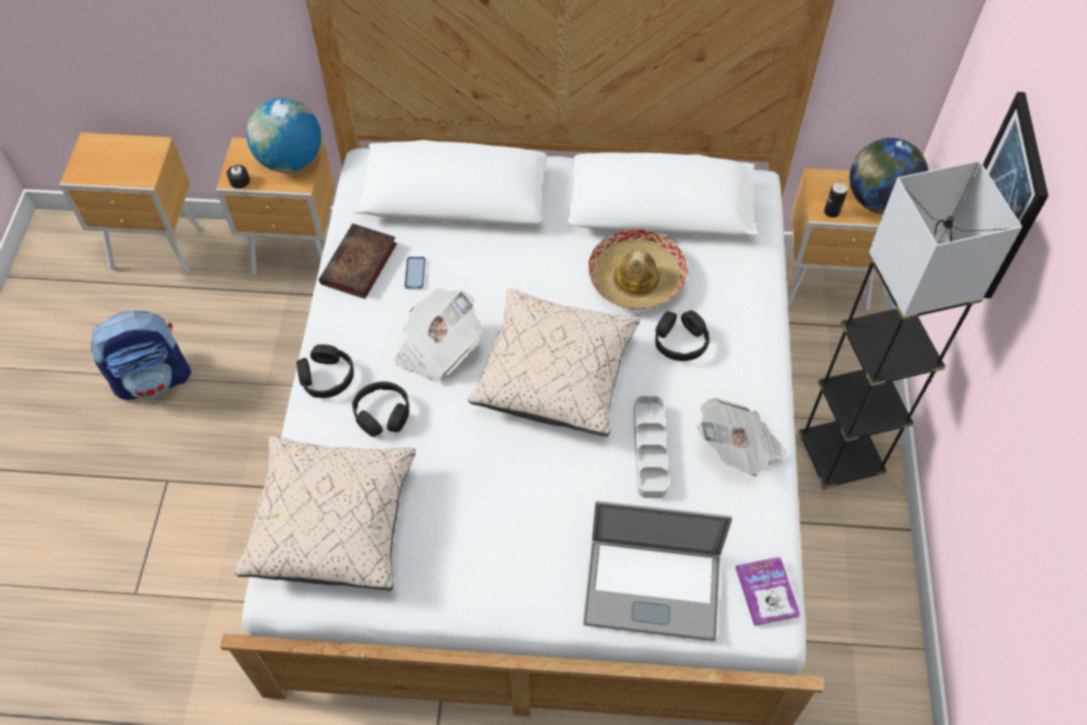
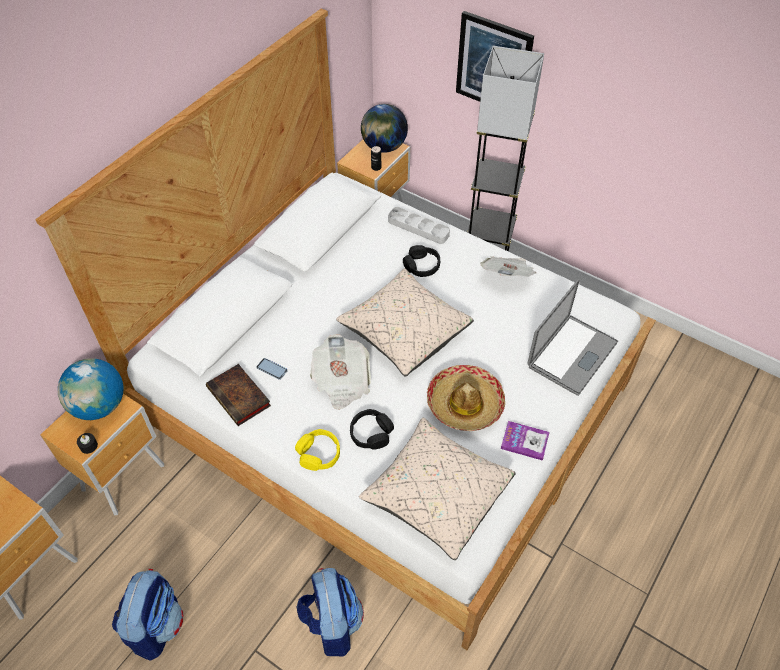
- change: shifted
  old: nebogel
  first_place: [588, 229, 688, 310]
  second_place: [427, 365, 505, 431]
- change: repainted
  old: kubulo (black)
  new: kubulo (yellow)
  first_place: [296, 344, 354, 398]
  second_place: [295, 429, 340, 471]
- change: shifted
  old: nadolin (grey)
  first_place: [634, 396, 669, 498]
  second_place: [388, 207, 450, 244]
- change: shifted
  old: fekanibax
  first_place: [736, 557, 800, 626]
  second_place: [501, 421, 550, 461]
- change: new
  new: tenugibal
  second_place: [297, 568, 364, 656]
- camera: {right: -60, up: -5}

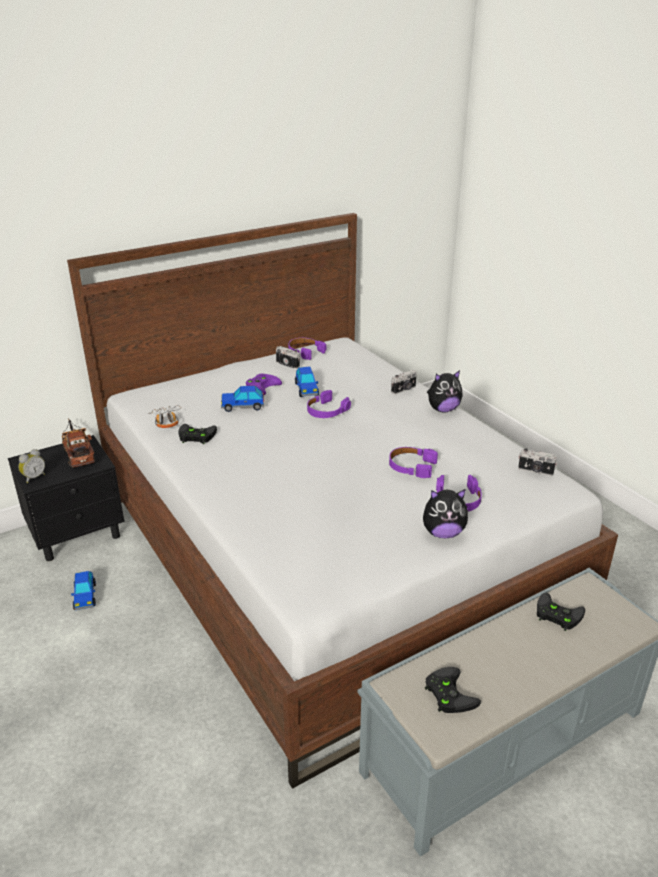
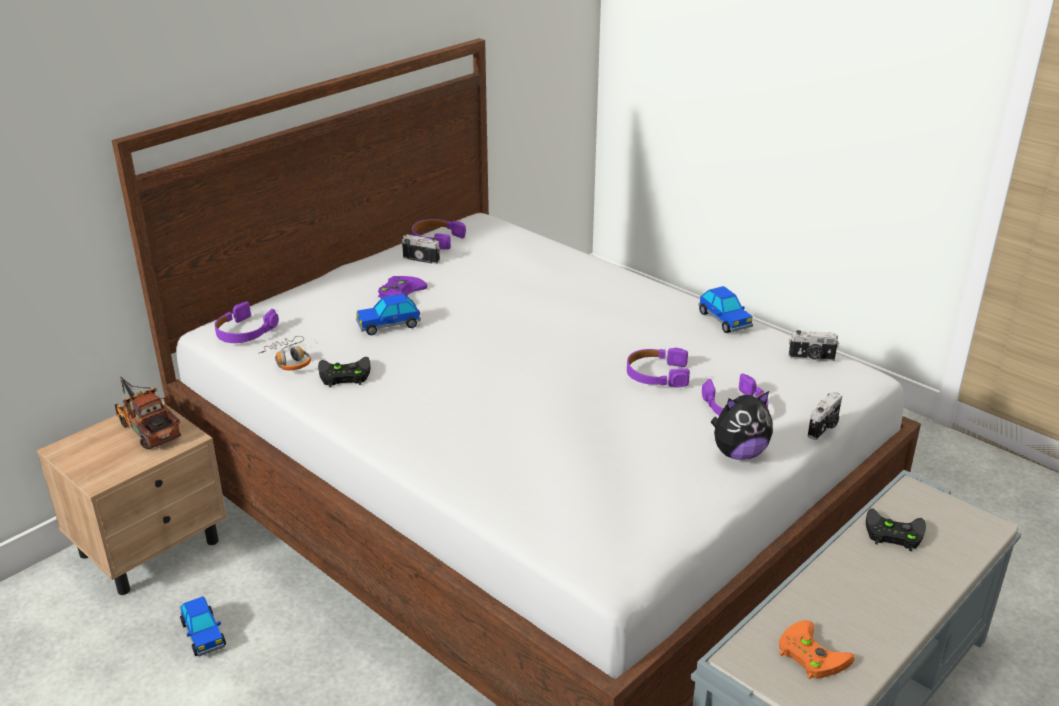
- change: shifted
  old: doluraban
  first_place: [295, 367, 319, 397]
  second_place: [699, 286, 753, 333]
- change: shifted
  old: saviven
  first_place: [391, 370, 417, 394]
  second_place: [808, 392, 843, 440]
- change: gone
  old: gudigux
  first_place: [427, 370, 463, 413]
- change: shifted
  old: kubulo (purple)
  first_place: [307, 390, 351, 418]
  second_place: [215, 301, 279, 343]
- change: repainted
  old: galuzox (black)
  new: galuzox (beige)
  first_place: [8, 435, 125, 561]
  second_place: [37, 401, 227, 595]
- change: gone
  old: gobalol
  first_place: [19, 449, 45, 483]
- change: repainted
  old: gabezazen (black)
  new: gabezazen (orange)
  first_place: [425, 667, 481, 713]
  second_place: [779, 620, 855, 679]
- camera: {right: -15, up: 0}

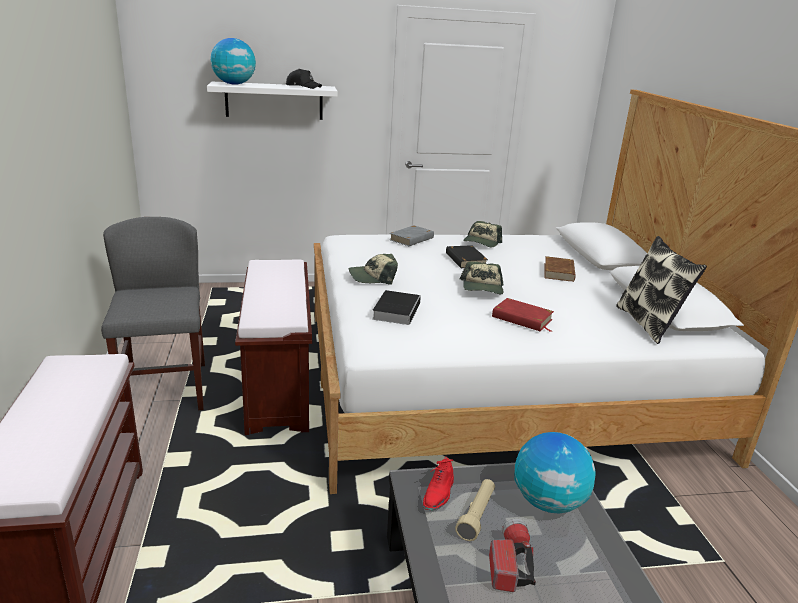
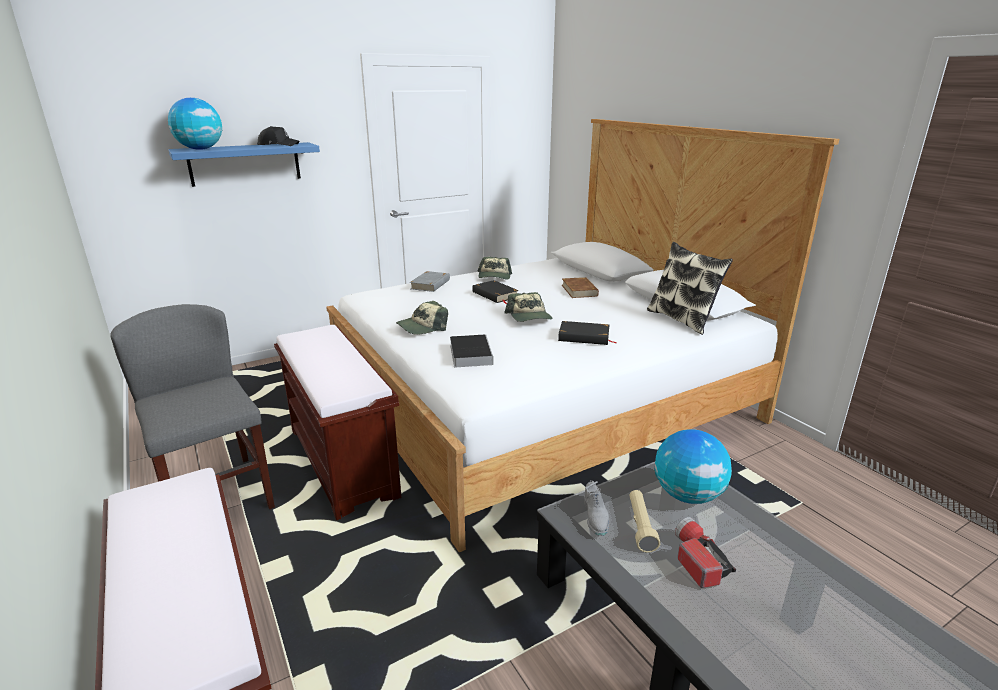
- change: repainted
  old: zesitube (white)
  new: zesitube (blue)
  first_place: [207, 82, 337, 120]
  second_place: [168, 142, 320, 187]
- change: repainted
  old: fekanibax (red)
  new: fekanibax (black)
  first_place: [492, 298, 554, 332]
  second_place: [558, 321, 617, 345]
- change: repainted
  old: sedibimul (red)
  new: sedibimul (grey)
  first_place: [423, 457, 454, 511]
  second_place: [584, 480, 610, 536]
- camera: {right: -20, up: 0}

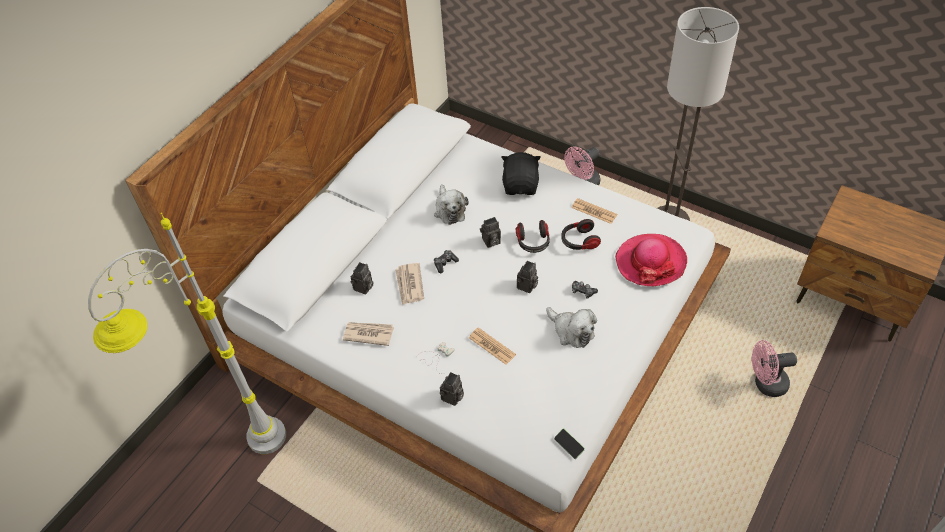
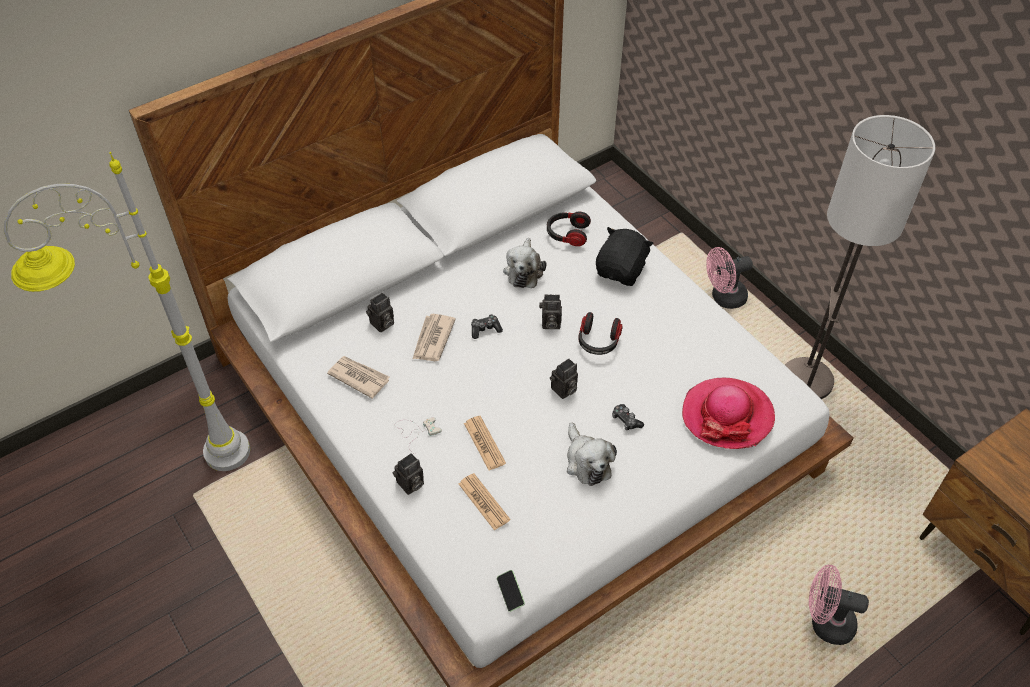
- change: shifted
  old: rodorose
  first_place: [572, 198, 617, 224]
  second_place: [459, 473, 511, 530]
- change: shifted
  old: kubulo
  first_place: [561, 219, 601, 250]
  second_place: [547, 212, 591, 246]
- camera: {right: 20, up: 0}

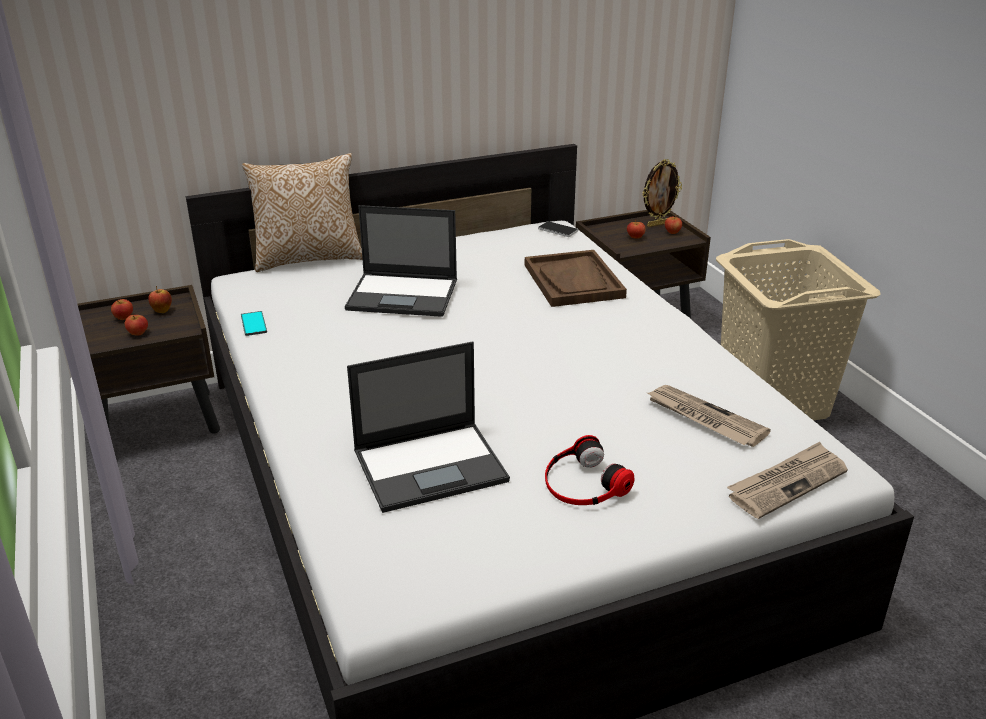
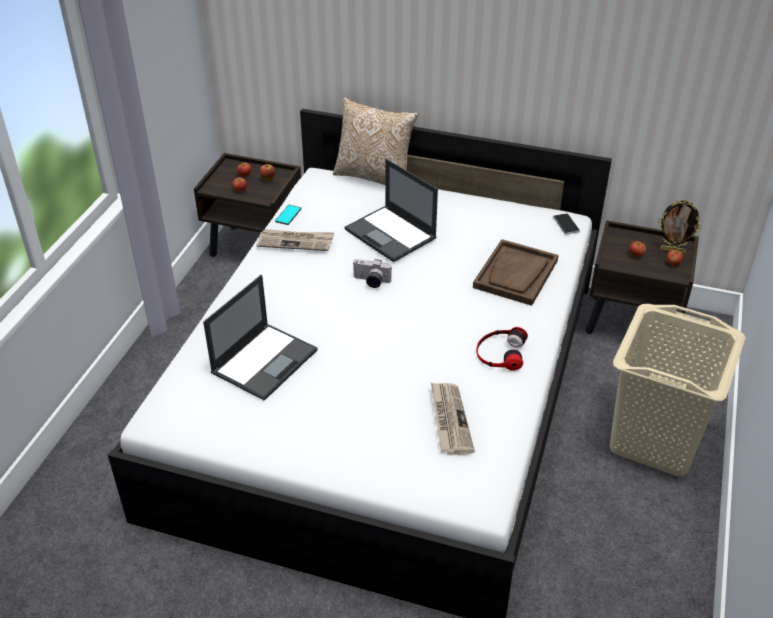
- change: rotated
  old: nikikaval
  first_place: [347, 342, 510, 513]
  second_place: [203, 275, 317, 401]
  degrees: -75
- change: shifted
  old: kubulo
  first_place: [545, 435, 634, 505]
  second_place: [476, 327, 528, 371]
- change: shifted
  old: rodorose
  first_place: [727, 442, 848, 519]
  second_place: [257, 229, 334, 251]
- change: new
  new: saviven
  second_place: [353, 259, 391, 288]
- camera: {right: 40, up: 10}

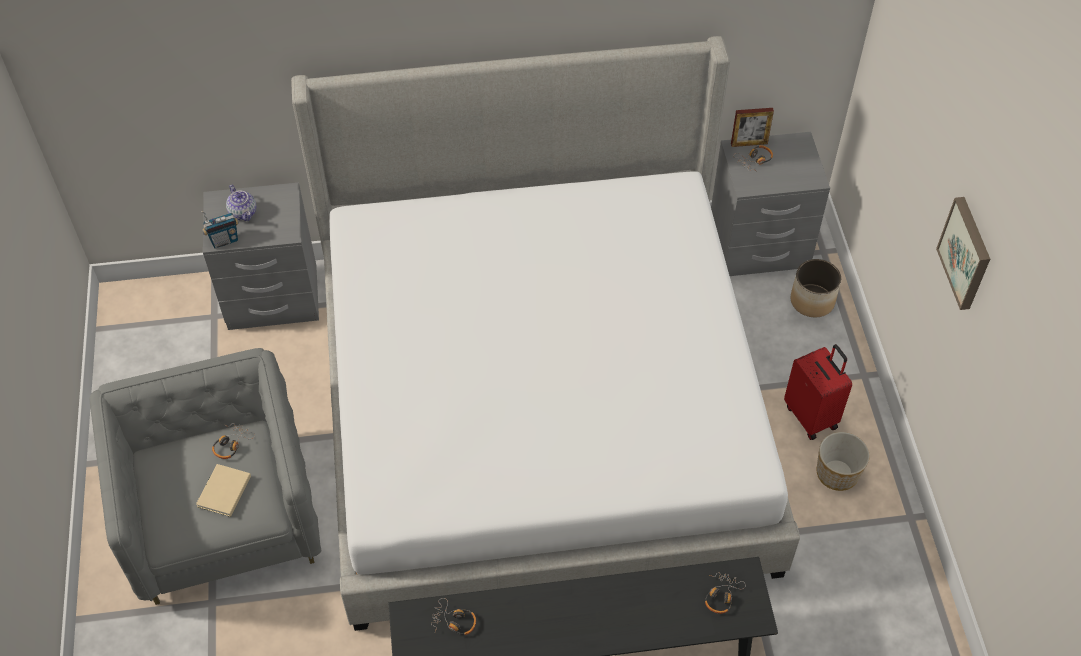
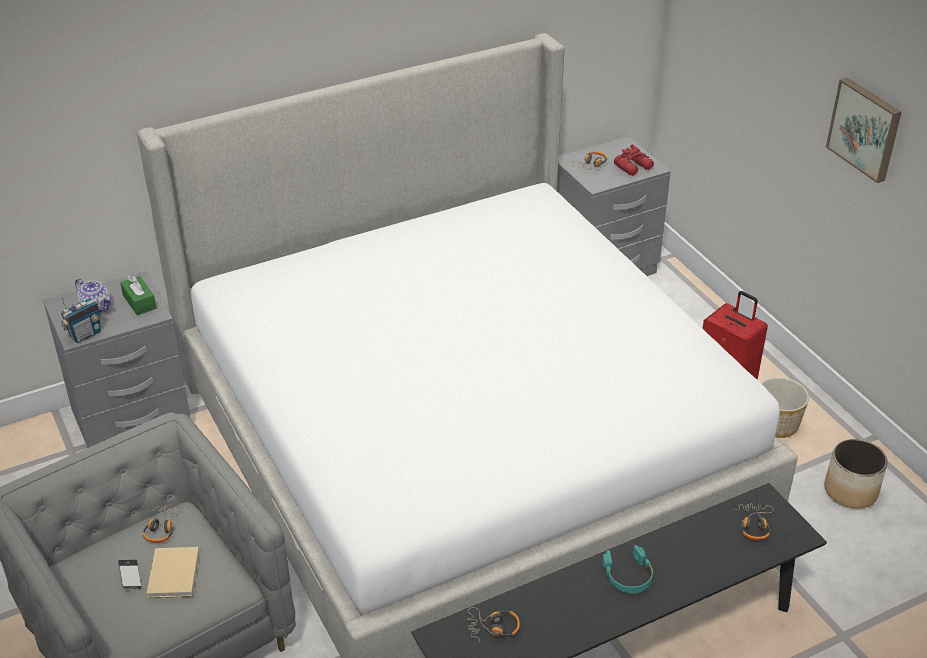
- change: gone
  old: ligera
  first_place: [731, 108, 774, 147]
- change: shifted
  old: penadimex
  first_place: [791, 259, 841, 317]
  second_place: [824, 439, 888, 509]
- change: new
  new: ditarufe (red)
  second_place: [614, 145, 654, 176]
- change: new
  new: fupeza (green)
  second_place: [120, 275, 157, 315]
- change: new
  new: kubulo (turquoise)
  second_place: [602, 545, 653, 594]
- change: new
  new: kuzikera
  second_place: [118, 560, 142, 589]
- camera: {right: -20, up: -15}

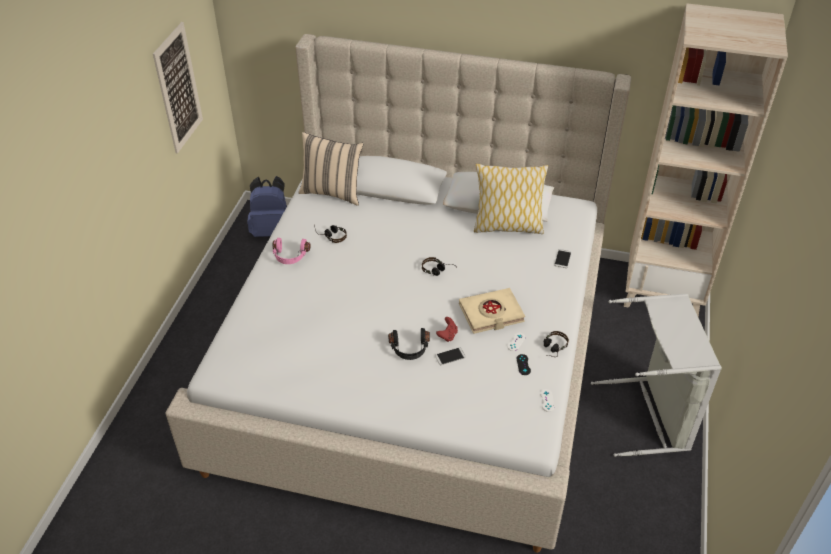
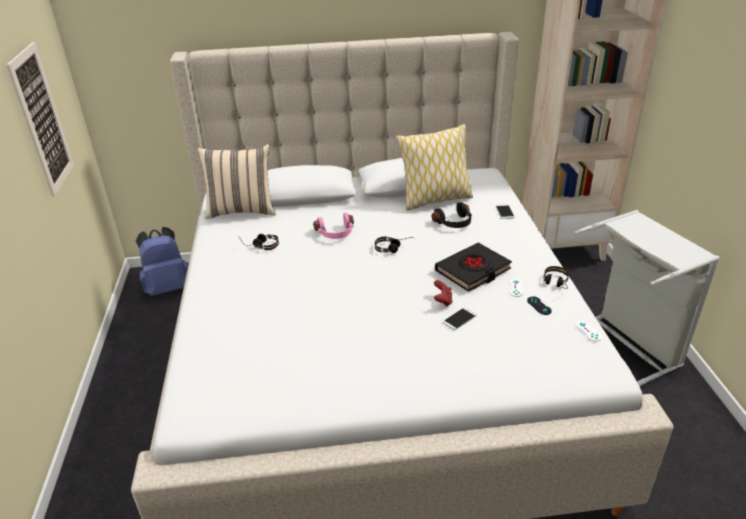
- change: shifted
  old: kubulo (pink)
  first_place: [272, 238, 311, 264]
  second_place: [313, 213, 354, 239]
- change: repainted
  old: fekanibax (beige)
  new: fekanibax (black)
  first_place: [459, 288, 525, 334]
  second_place: [435, 243, 512, 292]
- change: shifted
  old: kubulo (black)
  first_place: [388, 328, 430, 360]
  second_place: [432, 202, 472, 228]
- camera: {right: -20, up: -10}

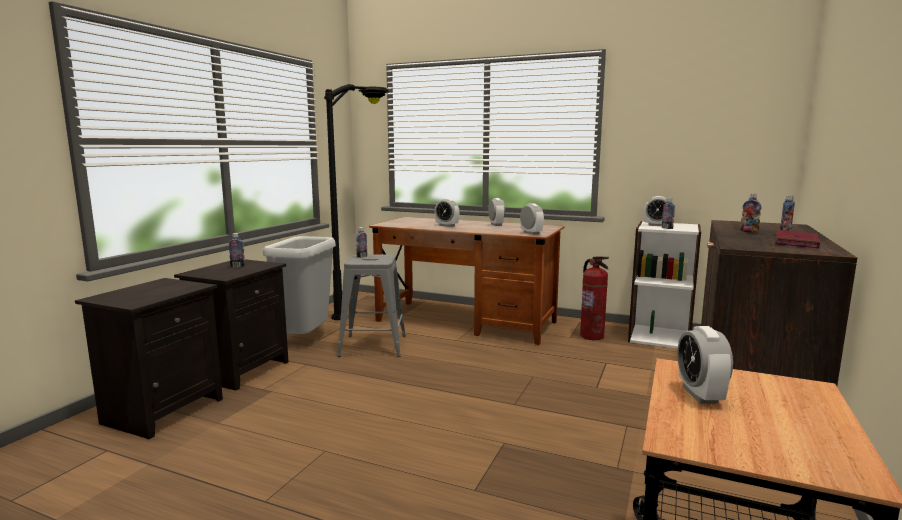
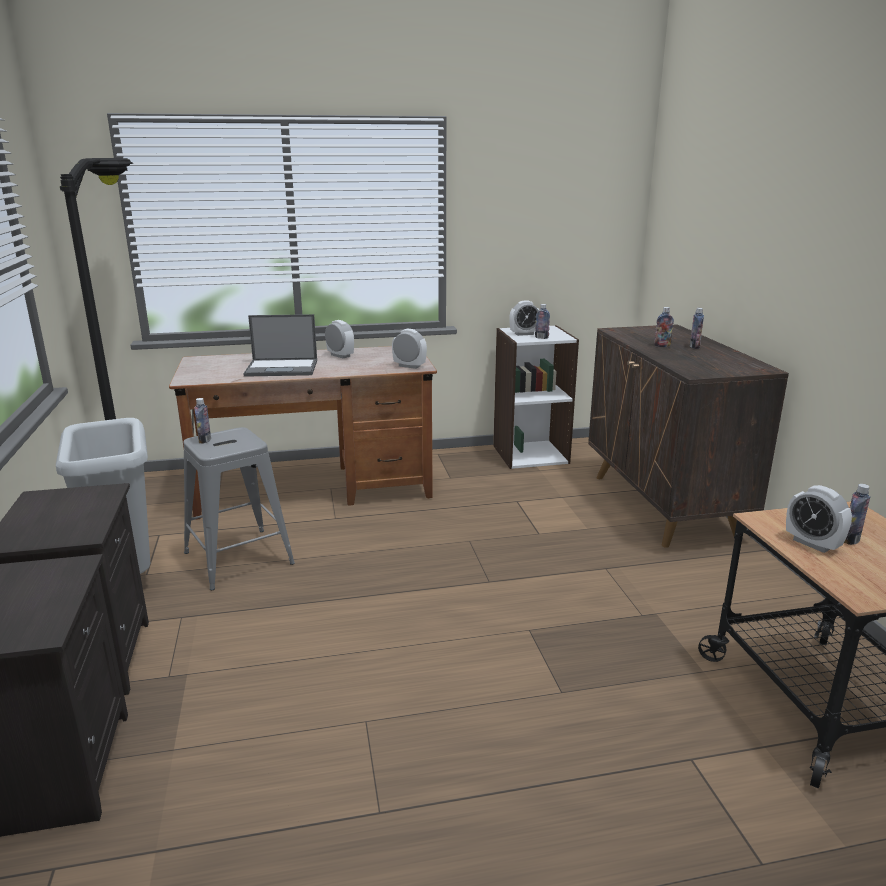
- change: swapped
  old: gobalol
  new: nikikaval
  first_place: [435, 198, 459, 227]
  second_place: [243, 314, 317, 377]
- change: gone
  old: fekanibax (red)
  first_place: [776, 230, 820, 248]
- change: shifted
  old: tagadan
  first_place: [229, 233, 245, 268]
  second_place: [844, 484, 870, 545]
- change: gone
  old: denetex
  first_place: [580, 256, 609, 340]
- camera: {right: -35, up: 10}

